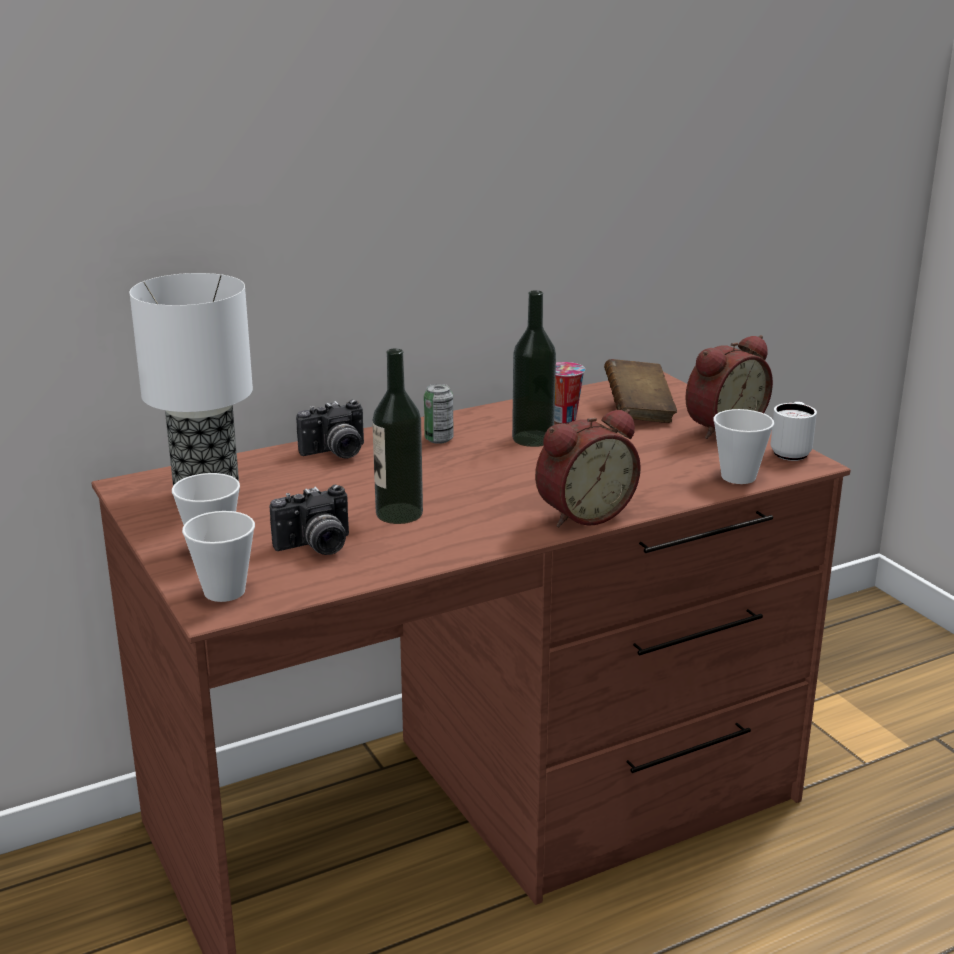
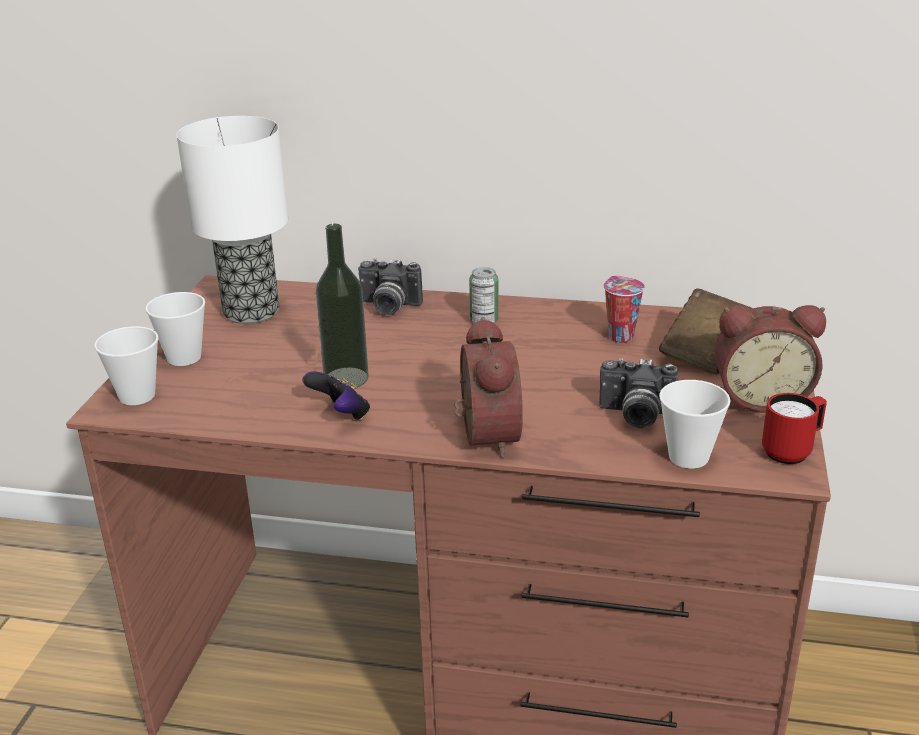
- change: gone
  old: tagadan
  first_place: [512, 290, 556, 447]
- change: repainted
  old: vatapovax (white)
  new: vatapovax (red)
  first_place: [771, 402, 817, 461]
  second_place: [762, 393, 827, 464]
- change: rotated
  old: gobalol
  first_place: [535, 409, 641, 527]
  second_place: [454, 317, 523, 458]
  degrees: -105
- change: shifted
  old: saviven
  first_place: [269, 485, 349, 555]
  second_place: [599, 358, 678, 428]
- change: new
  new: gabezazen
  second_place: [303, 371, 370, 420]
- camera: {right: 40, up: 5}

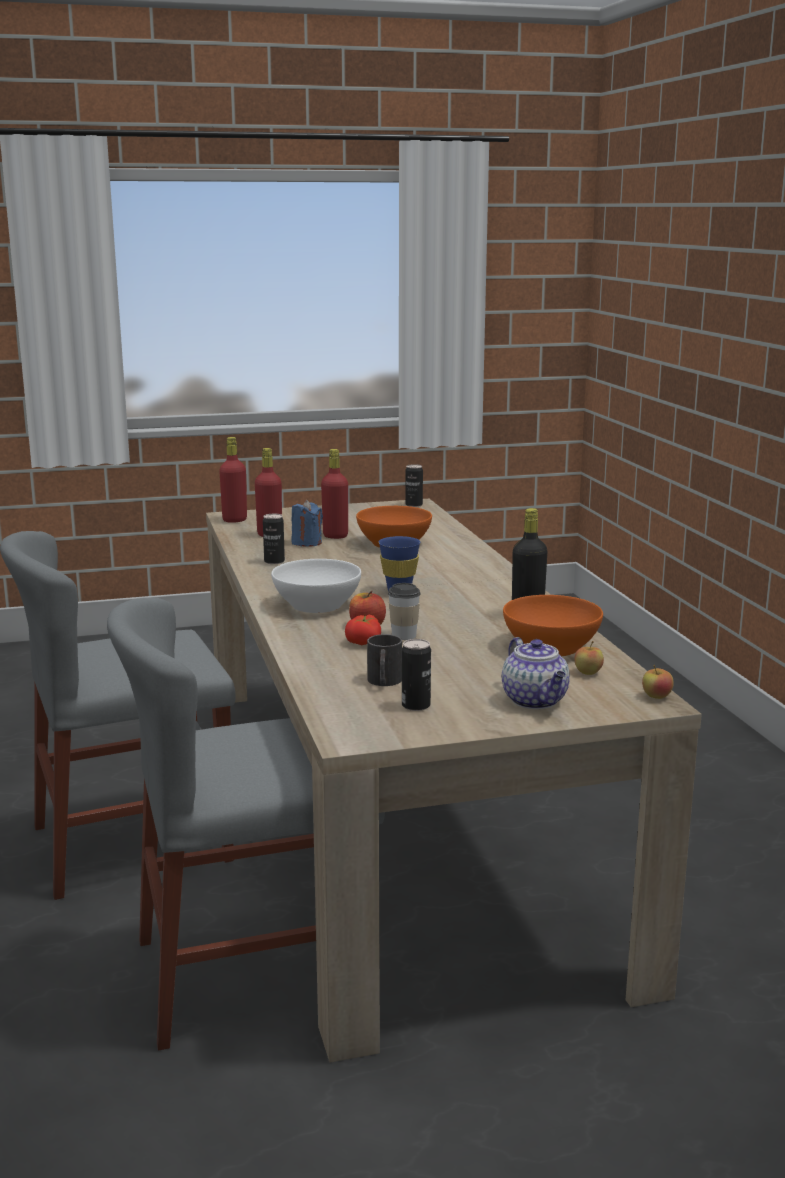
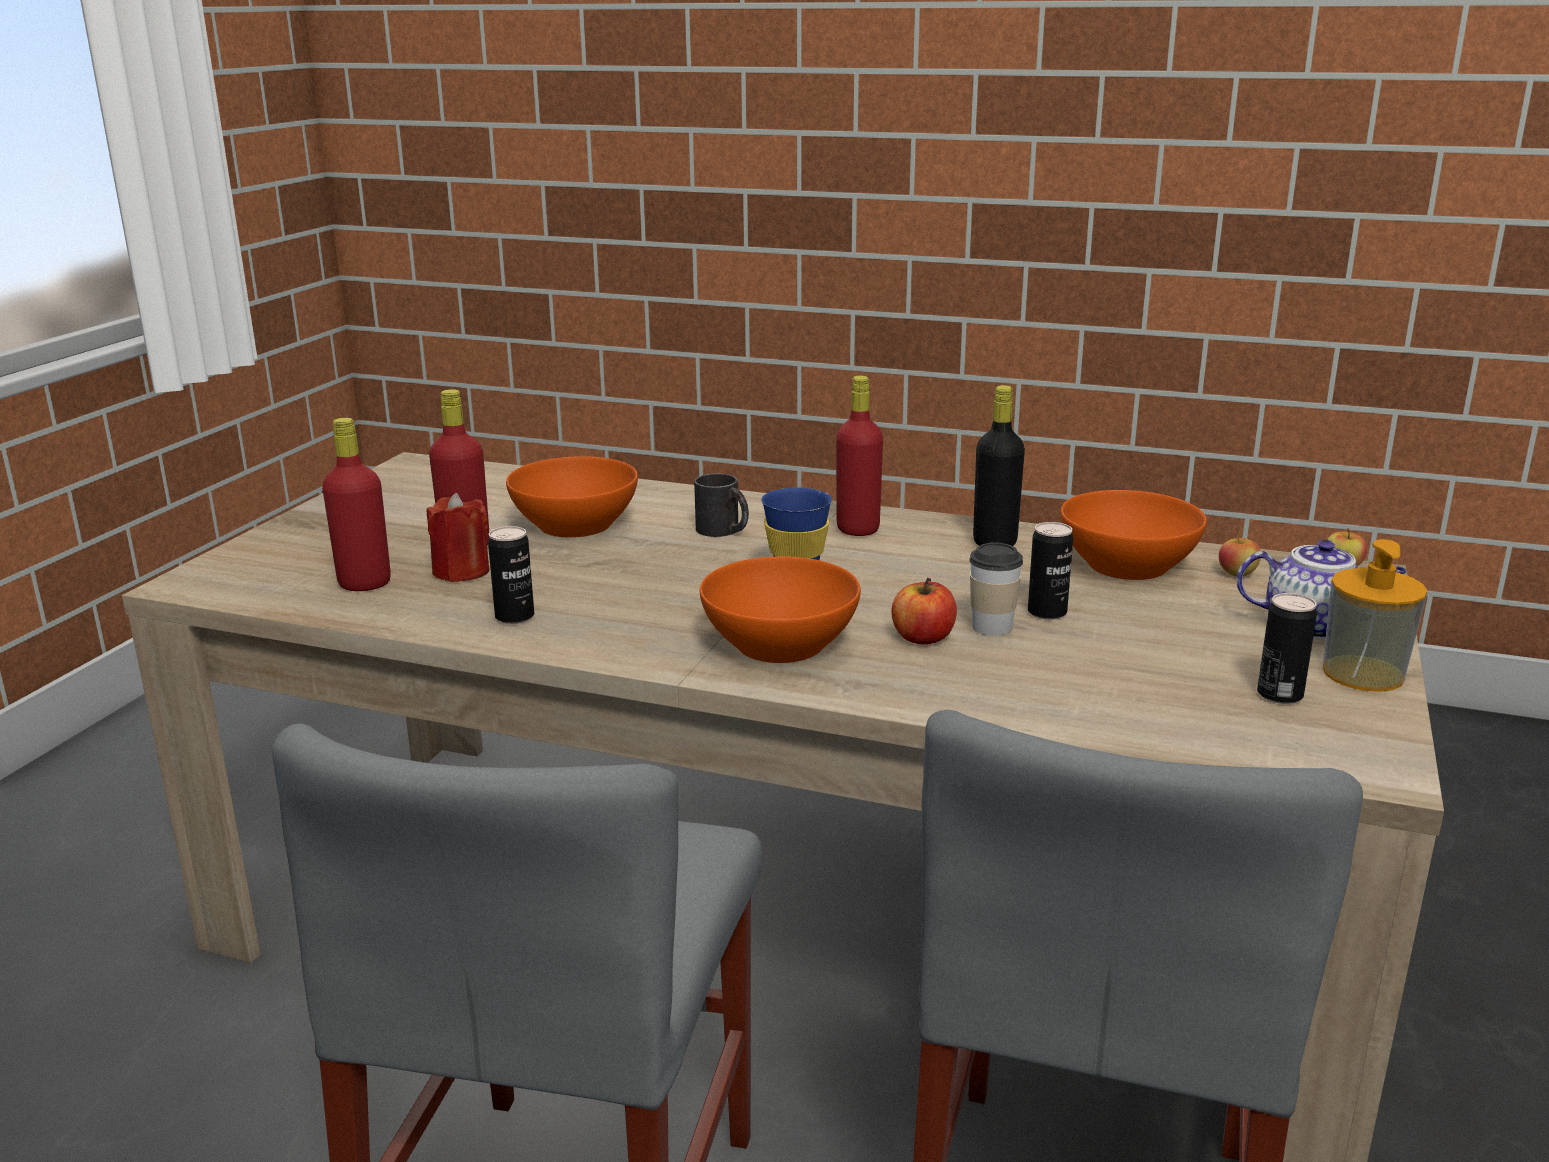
- change: shifted
  old: tagadan (red)
  first_place: [219, 437, 247, 523]
  second_place: [836, 376, 883, 536]
- change: shifted
  old: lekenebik
  first_place: [405, 464, 423, 507]
  second_place: [1028, 522, 1073, 620]
- change: repainted
  old: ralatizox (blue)
  new: ralatizox (red)
  first_place: [291, 500, 323, 547]
  second_place: [427, 493, 489, 582]
- change: repainted
  old: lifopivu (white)
  new: lifopivu (orange)
  first_place: [271, 559, 361, 613]
  second_place: [700, 556, 861, 663]
- change: gone
  old: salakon
  first_place: [345, 615, 381, 645]
- change: shifted
  old: vatapovax (black)
  first_place: [367, 634, 402, 686]
  second_place: [694, 473, 749, 537]
- change: new
  new: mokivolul
  second_place: [1323, 539, 1427, 692]
- camera: {right: -55, up: 5}

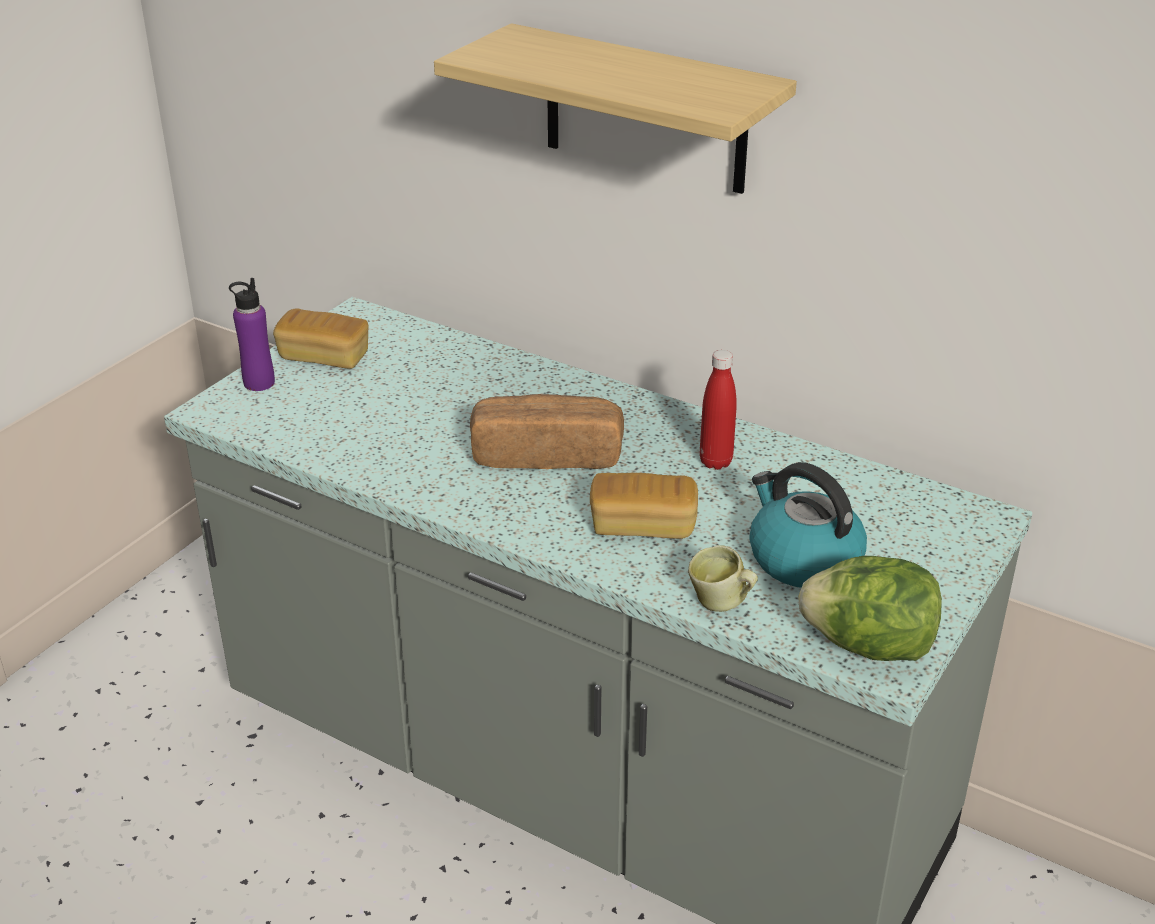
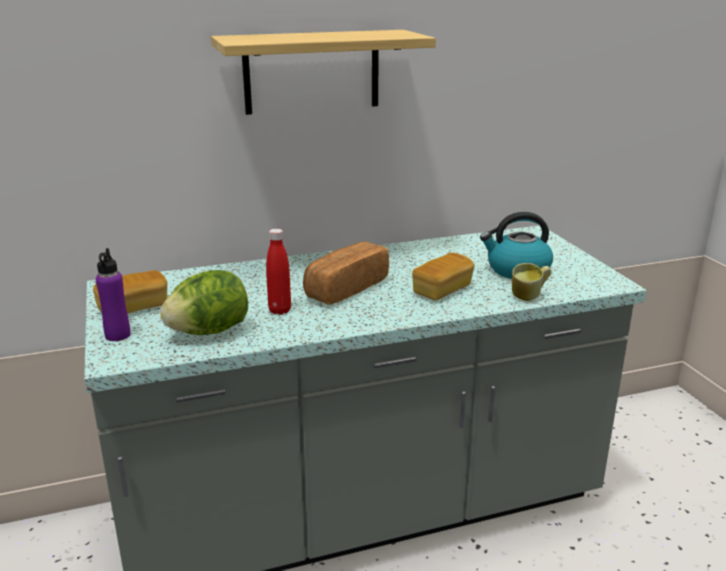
- change: shifted
  old: tagadan (red)
  first_place: [700, 350, 737, 470]
  second_place: [266, 229, 291, 315]
- change: shifted
  old: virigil
  first_place: [798, 556, 942, 661]
  second_place: [160, 270, 248, 335]
- camera: {right: -50, up: -10}

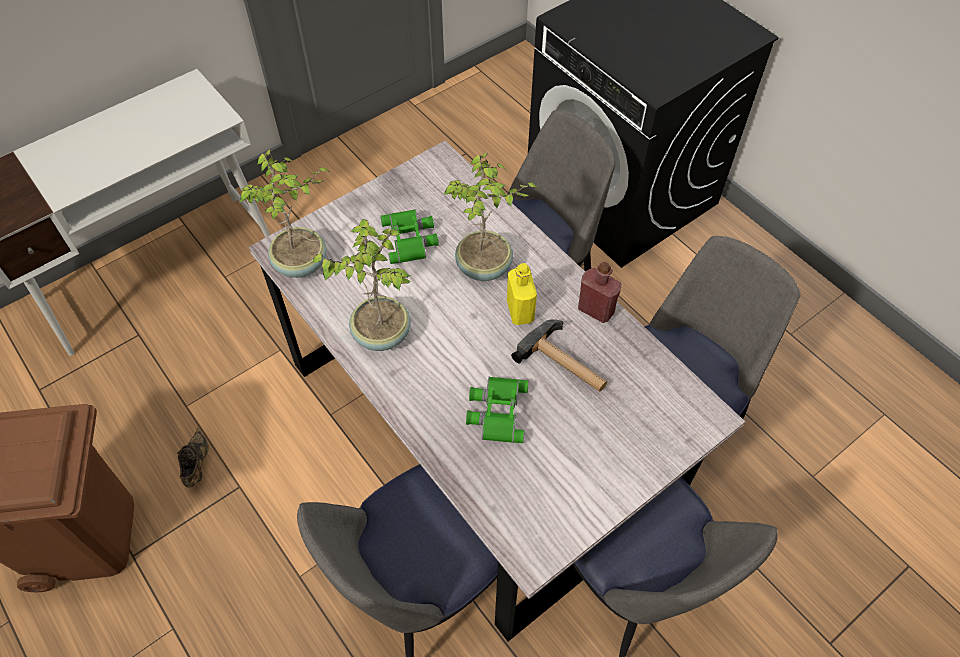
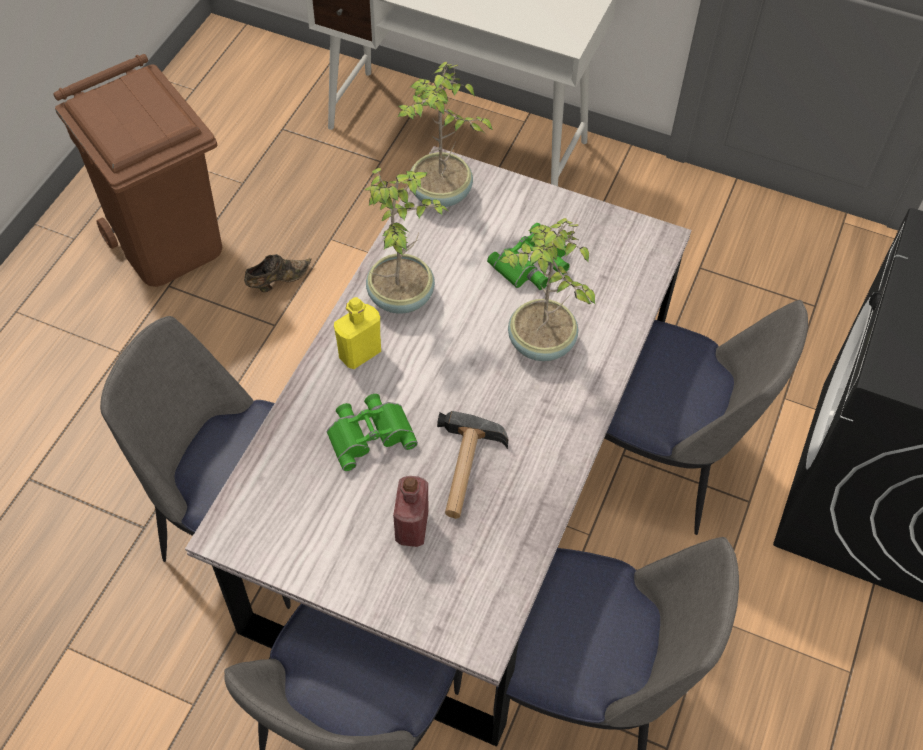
- change: shifted
  old: tagadan (red)
  first_place: [578, 262, 622, 323]
  second_place: [393, 476, 429, 547]
- change: shifted
  old: tagadan (yellow)
  first_place: [507, 263, 537, 325]
  second_place: [334, 297, 381, 369]
- camera: {right: 60, up: 0}

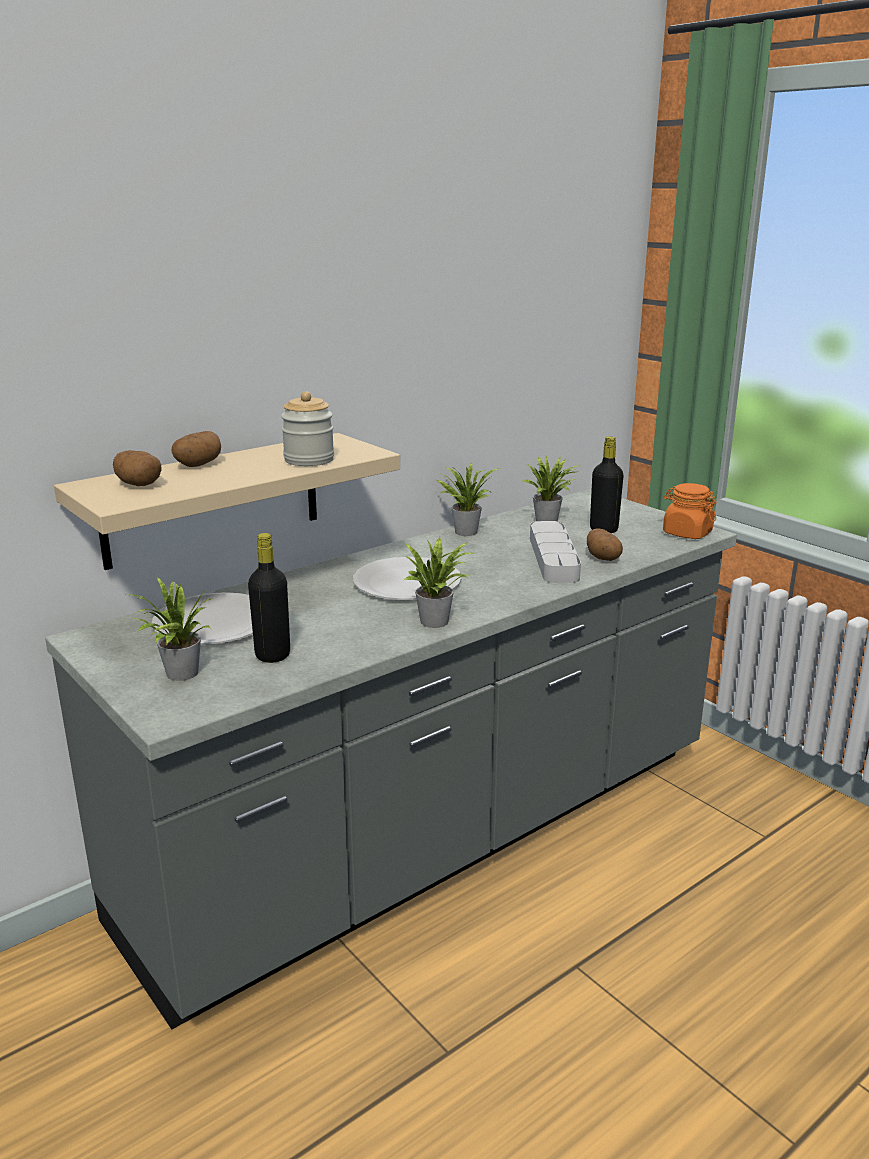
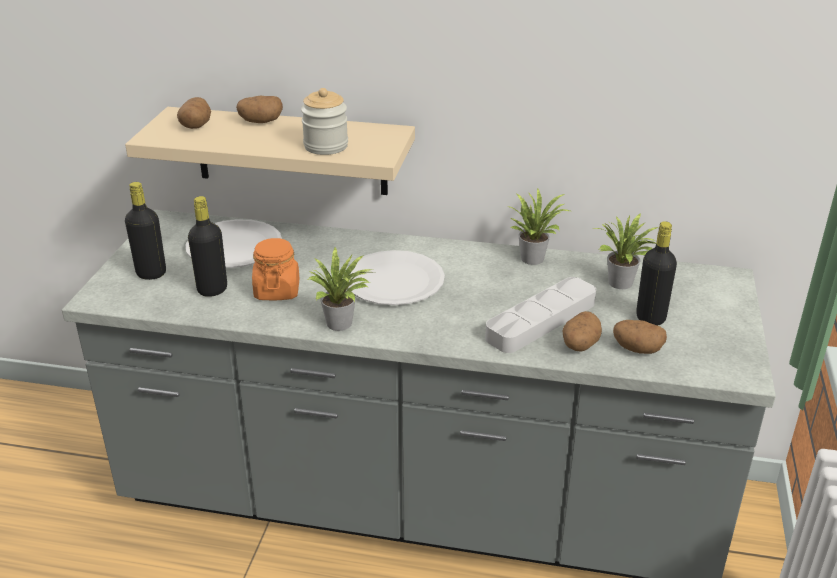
- change: shifted
  old: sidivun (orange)
  first_place: [663, 483, 717, 539]
  second_place: [252, 238, 300, 300]
- change: swapped
  old: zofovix
  new: tagadan (black)
  first_place: [133, 576, 212, 681]
  second_place: [125, 182, 166, 280]
- change: new
  new: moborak
  second_place: [613, 320, 667, 354]
- camera: {right: 50, up: 10}

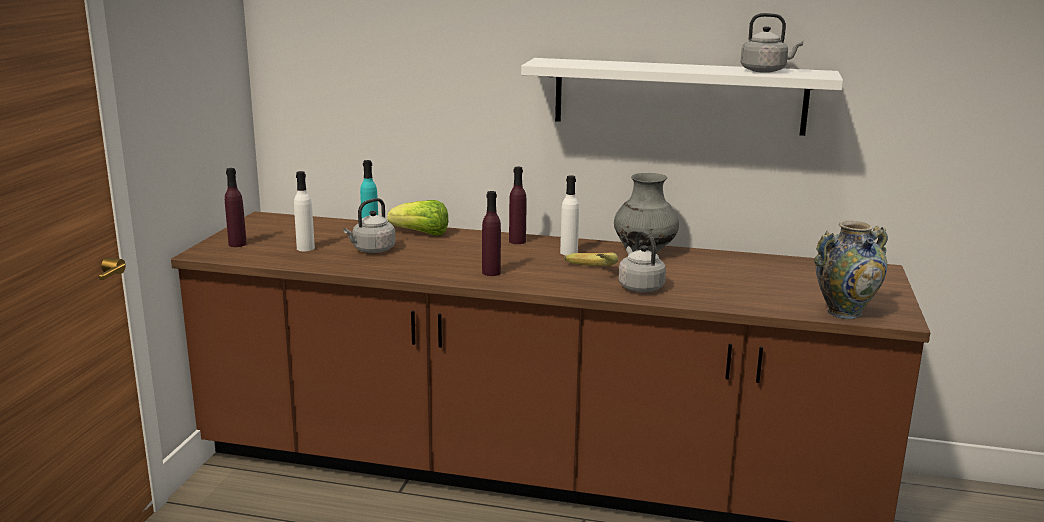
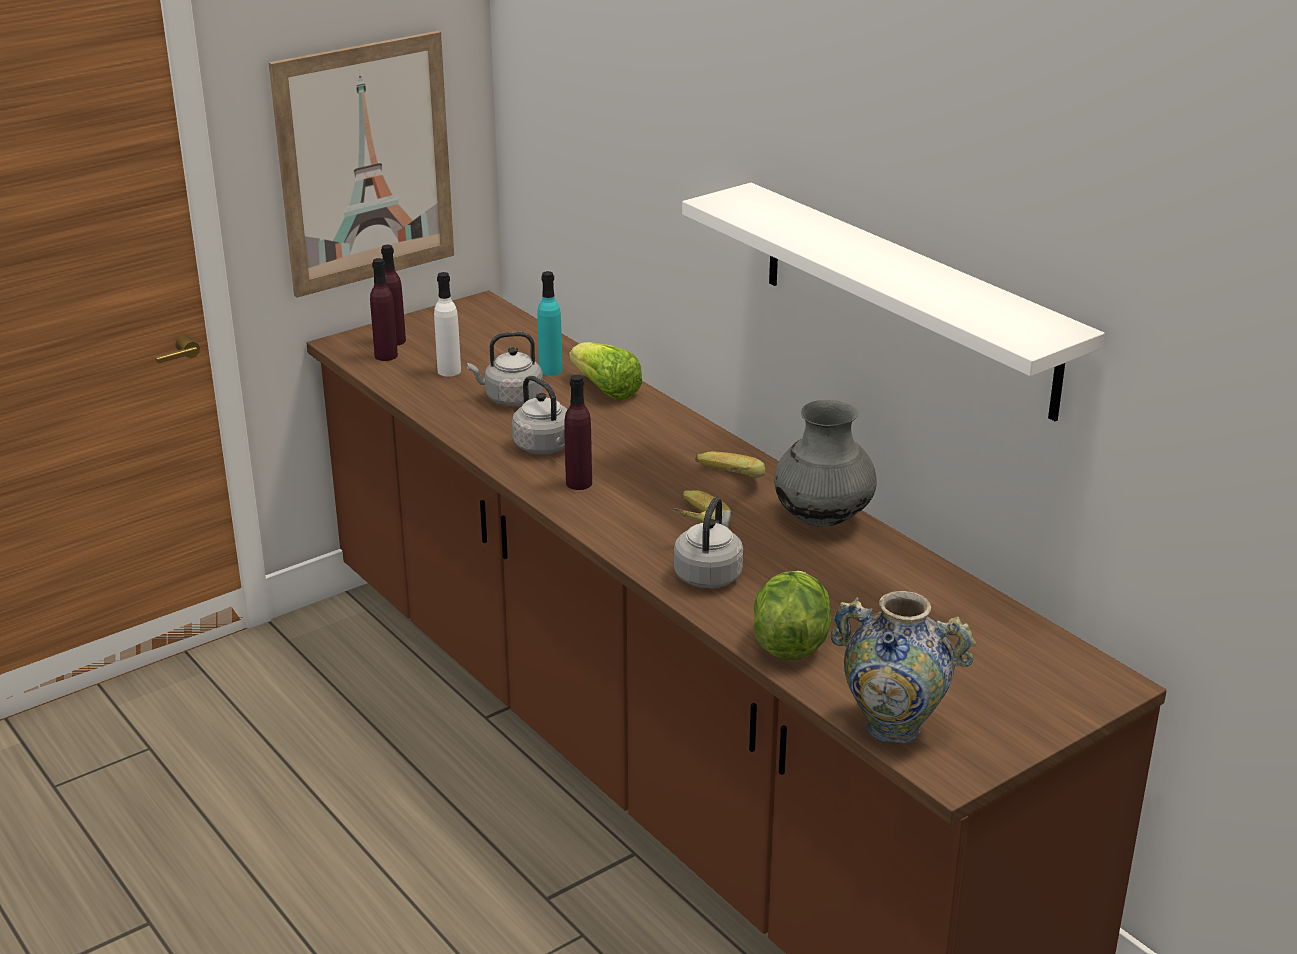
- change: shifted
  old: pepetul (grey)
  first_place: [740, 13, 803, 73]
  second_place: [512, 376, 568, 454]
- change: shifted
  old: tagadan (purple)
  first_place: [509, 167, 526, 244]
  second_place: [370, 258, 398, 361]
- change: swapped
  old: tagadan (white)
  new: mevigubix
  first_place: [560, 175, 579, 255]
  second_place: [695, 451, 765, 478]
- change: new
  new: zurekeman
  second_place: [269, 31, 454, 298]
- change: new
  new: virigil
  second_place: [754, 571, 831, 660]
- camera: {right: 40, up: 10}

